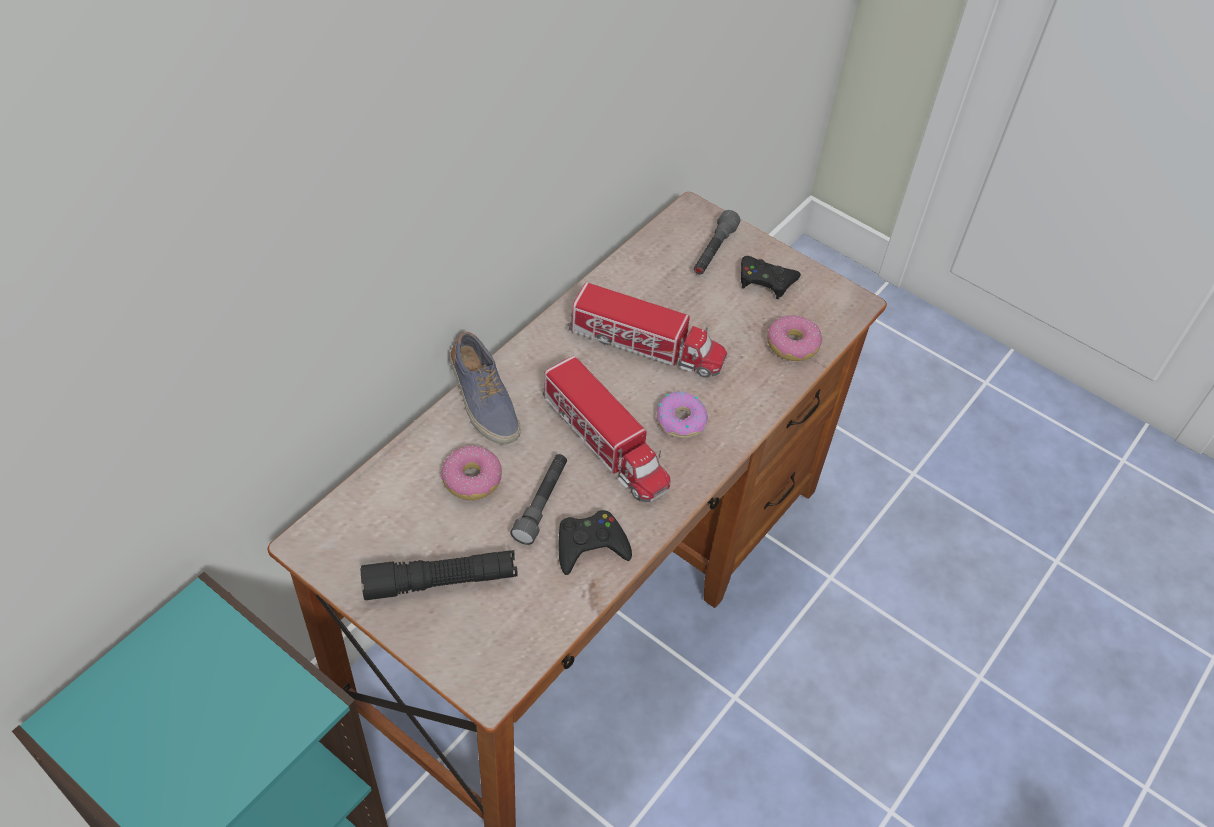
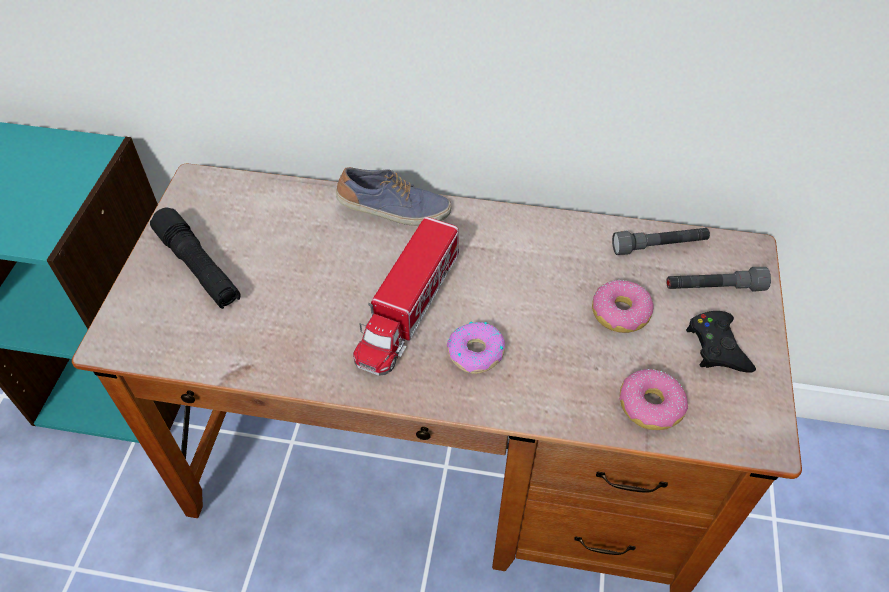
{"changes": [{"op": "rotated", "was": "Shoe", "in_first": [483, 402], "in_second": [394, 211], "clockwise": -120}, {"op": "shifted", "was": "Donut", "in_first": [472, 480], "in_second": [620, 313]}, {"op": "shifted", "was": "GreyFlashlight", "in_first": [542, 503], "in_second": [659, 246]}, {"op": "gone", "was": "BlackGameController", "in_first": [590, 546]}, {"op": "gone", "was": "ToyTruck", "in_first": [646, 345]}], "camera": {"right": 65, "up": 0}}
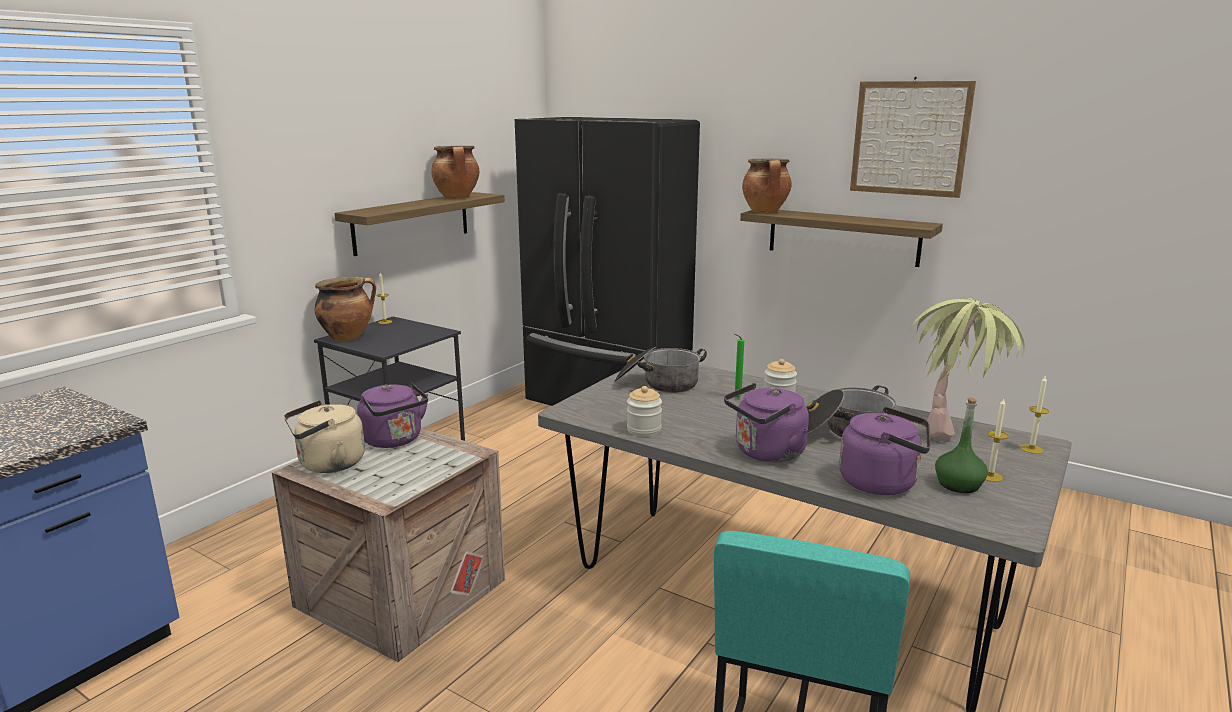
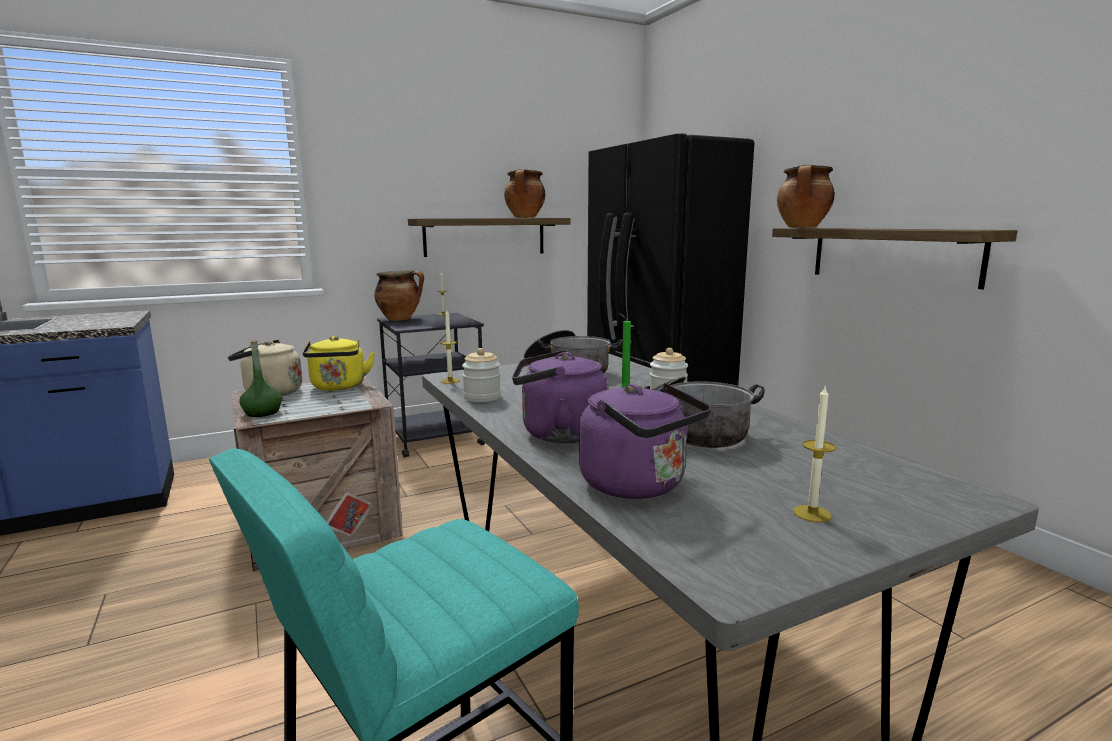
{"changes": [{"op": "shifted", "was": "GreenBottle", "in_first": [958, 485], "in_second": [262, 413]}, {"op": "repainted", "was": "PurpleKettle", "now": "YellowKettle", "in_first": [395, 440], "in_second": [338, 387]}, {"op": "shifted", "was": "Candle", "in_first": [1031, 449], "in_second": [450, 381]}, {"op": "gone", "was": "Picture", "in_first": [910, 136]}, {"op": "gone", "was": "PottedPlant", "in_first": [954, 430]}], "camera": {"right": 30, "up": -5}}
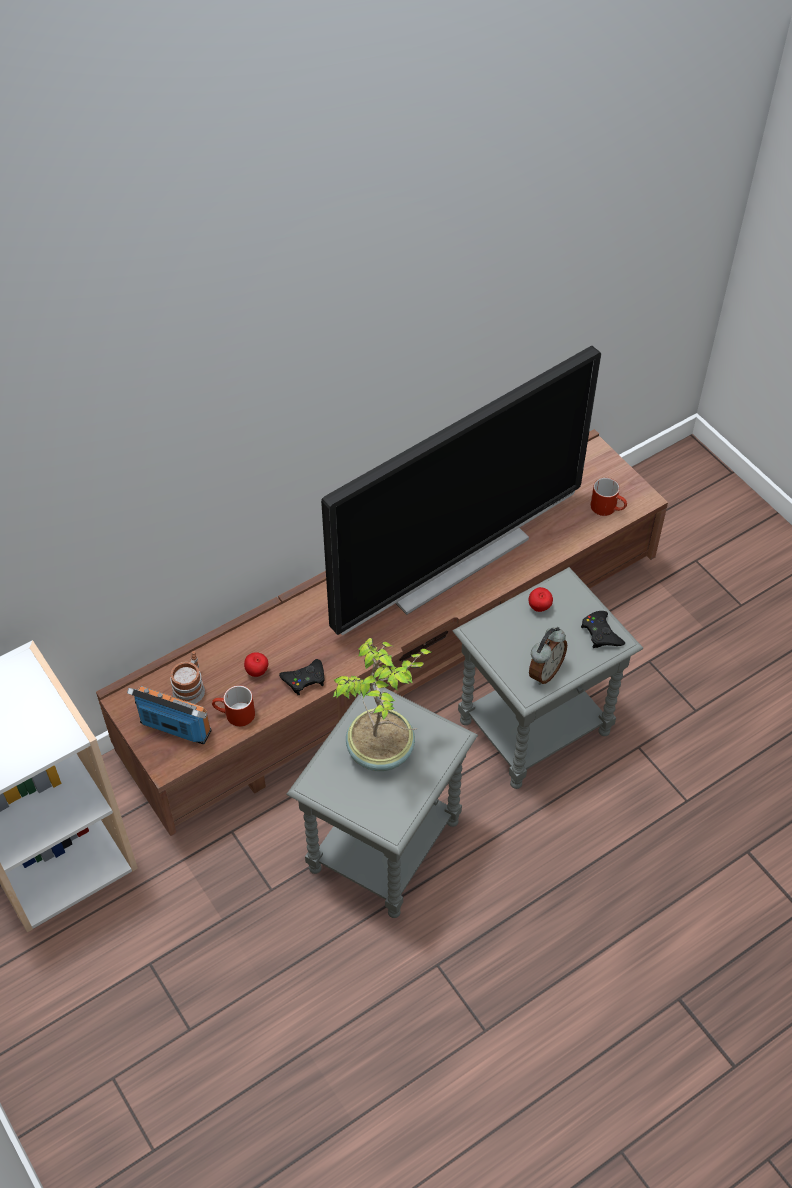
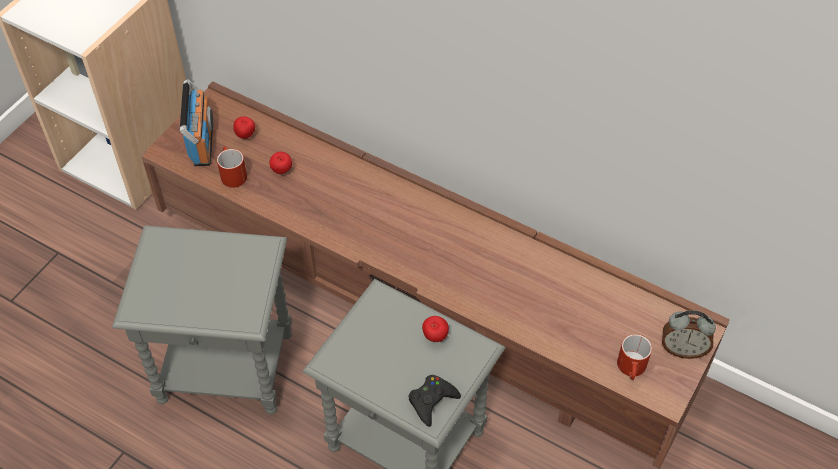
{"changes": [{"op": "swapped", "was": "Mug", "now": "Apple", "in_first": [190, 687], "in_second": [246, 135]}, {"op": "shifted", "was": "AlarmClock", "in_first": [544, 672], "in_second": [683, 349]}, {"op": "gone", "was": "BlackGameController", "in_first": [304, 679]}, {"op": "gone", "was": "Television", "in_first": [453, 561]}, {"op": "gone", "was": "PottedPlant", "in_first": [382, 751]}], "camera": {"right": 65, "up": 0}}
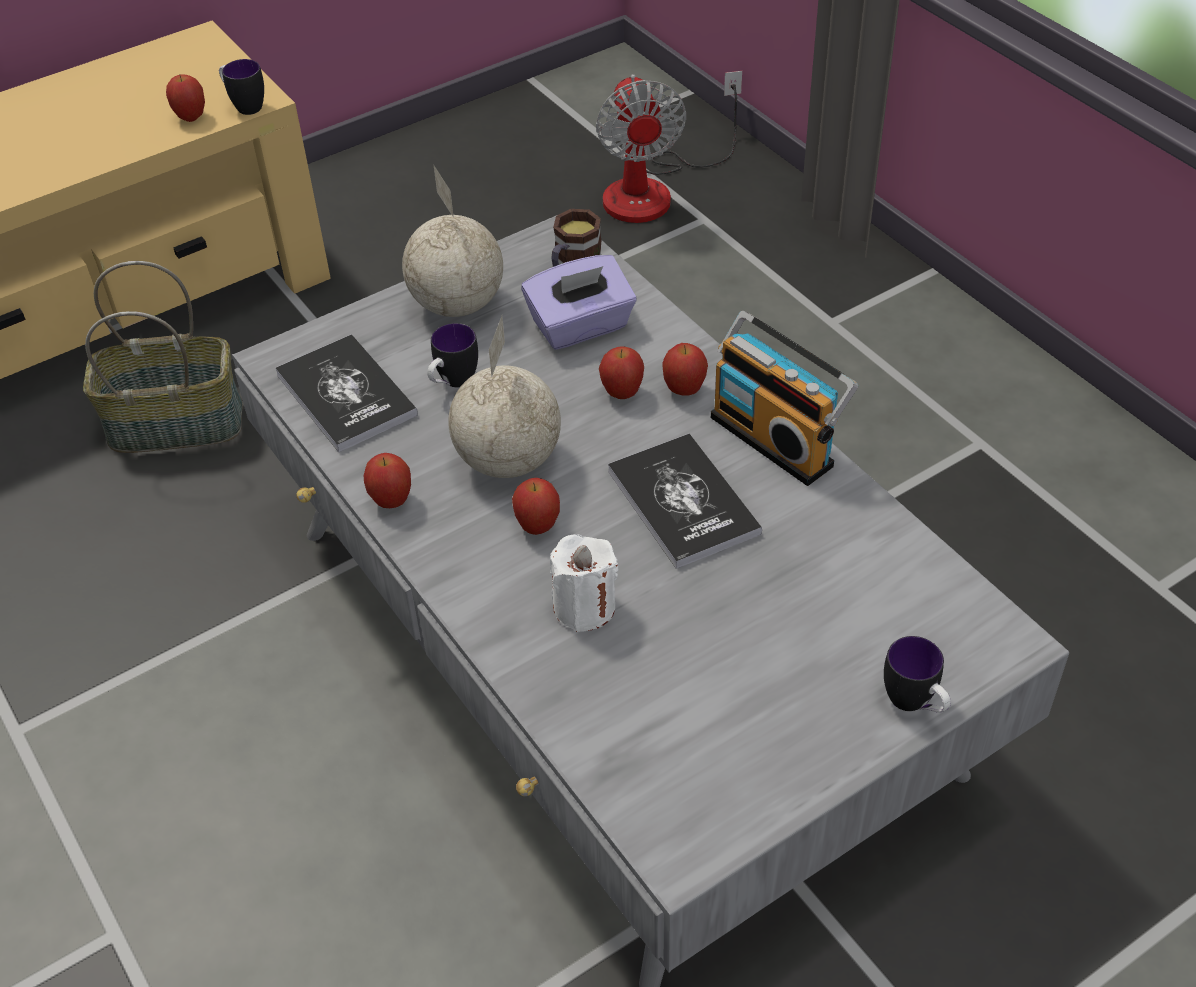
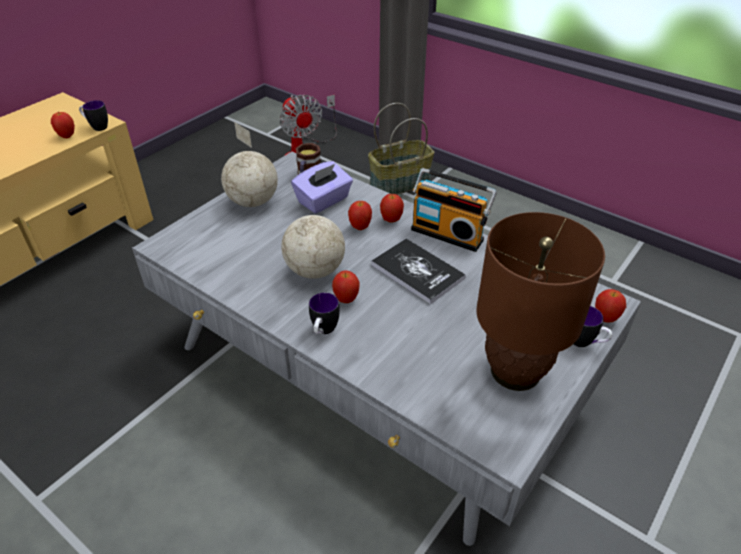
{"changes": [{"op": "shifted", "was": "Mug", "in_first": [453, 383], "in_second": [323, 331]}, {"op": "shifted", "was": "Basket", "in_first": [177, 423], "in_second": [400, 183]}, {"op": "new", "now": "BrownTableLamp", "in_second": [515, 371]}, {"op": "shifted", "was": "Apple", "in_first": [391, 501], "in_second": [605, 318]}, {"op": "gone", "was": "Book", "in_first": [346, 395]}, {"op": "gone", "was": "WhiteCandle", "in_first": [584, 607]}], "camera": {"right": -20, "up": -5}}
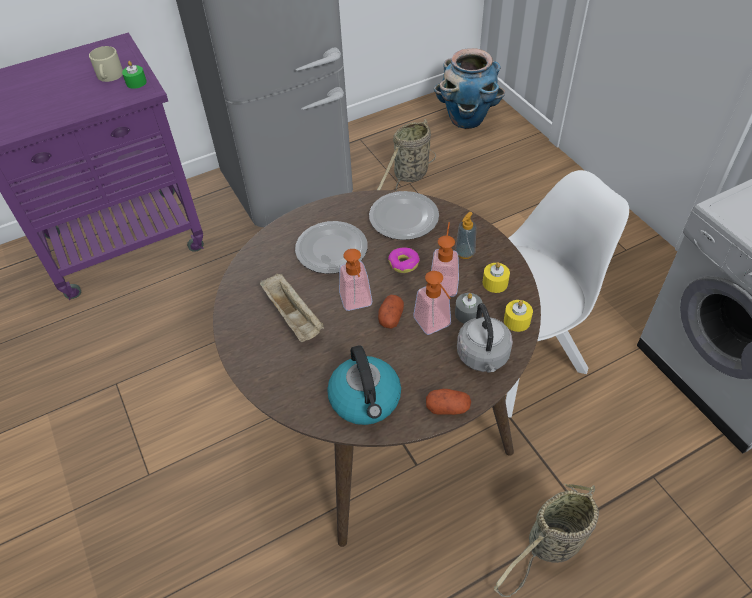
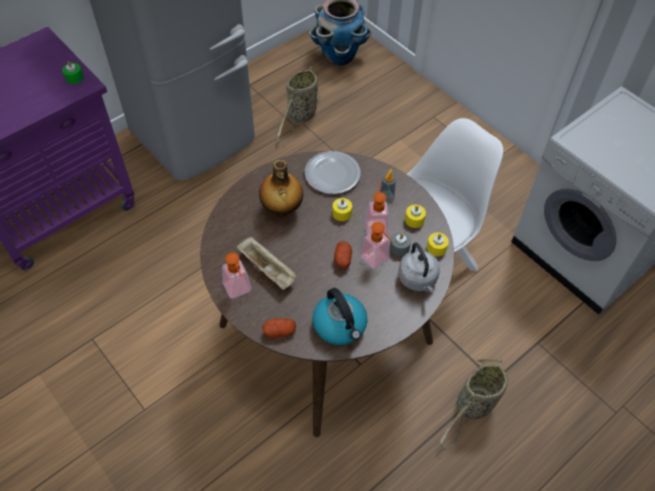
{"changes": [{"op": "shifted", "was": "SoapDispenser", "in_first": [357, 304], "in_second": [239, 291]}, {"op": "swapped", "was": "Plate", "now": "Bottle", "in_first": [330, 250], "in_second": [281, 209]}, {"op": "shifted", "was": "Potato", "in_first": [447, 407], "in_second": [279, 331]}, {"op": "swapped", "was": "Donut", "now": "YellowCandle", "in_first": [404, 263], "in_second": [342, 213]}, {"op": "gone", "was": "BeigeMug", "in_first": [109, 76]}], "camera": {"right": -15, "up": 5}}
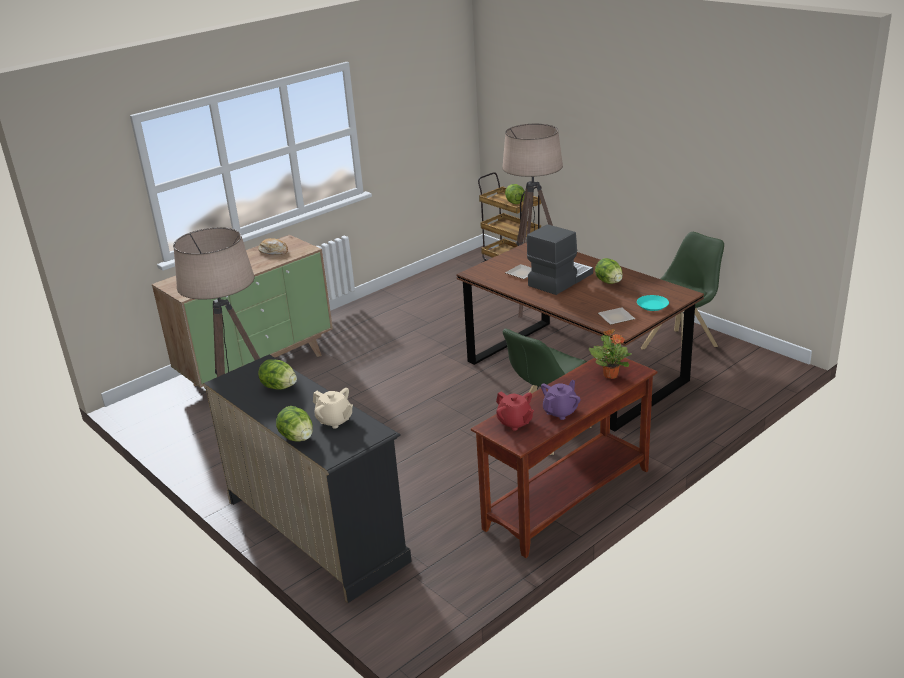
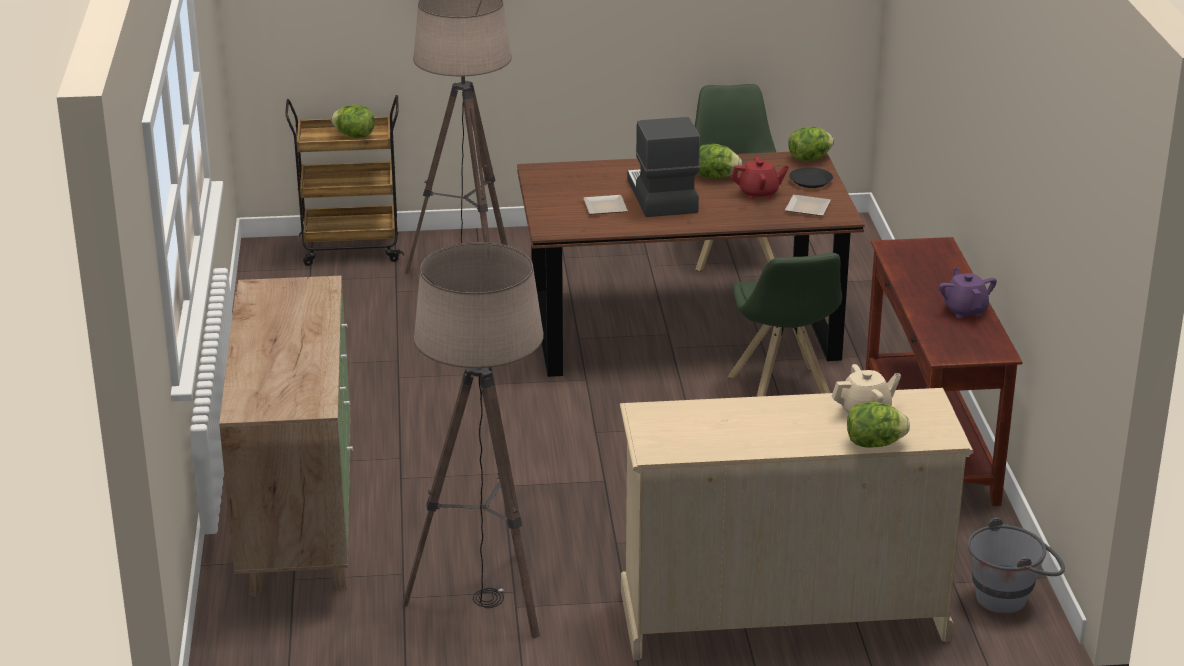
{"changes": [{"op": "repainted", "was": "BlackCabinet", "now": "BeigeCabinet", "in_first": [315, 529], "in_second": [780, 615]}, {"op": "shifted", "was": "RedTeapot", "in_first": [515, 422], "in_second": [759, 193]}, {"op": "shifted", "was": "Lettuce", "in_first": [279, 387], "in_second": [809, 159]}, {"op": "repainted", "was": "TurquoisePlate", "now": "BlackPlate", "in_first": [652, 306], "in_second": [811, 181]}, {"op": "new", "now": "GreyBucket", "in_second": [1011, 597]}, {"op": "gone", "was": "Bread", "in_first": [274, 251]}, {"op": "gone", "was": "PottedPlant", "in_first": [610, 375]}], "camera": {"right": -55, "up": 0}}
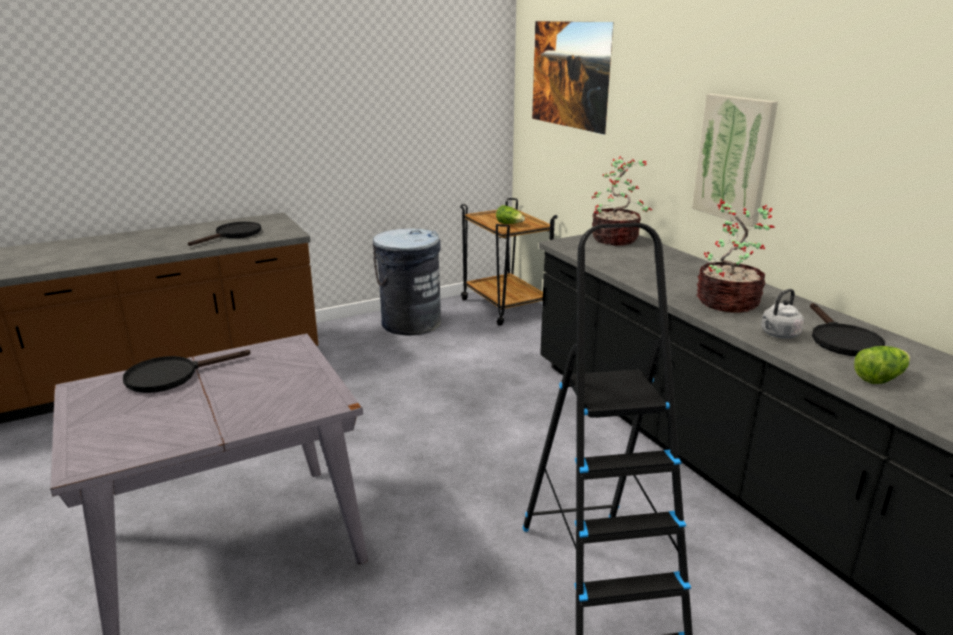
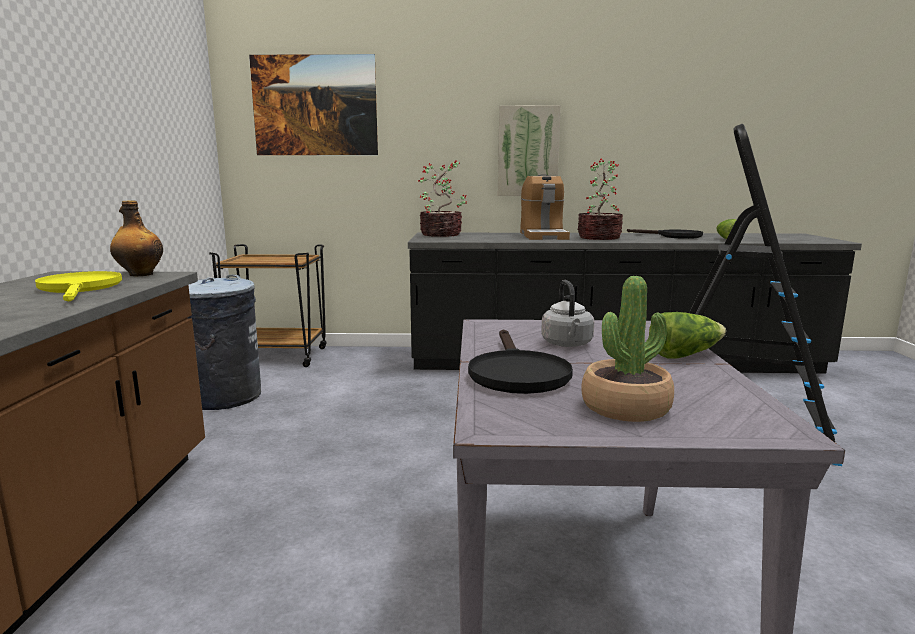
{"changes": [{"op": "repainted", "was": "BlackFryingPan", "now": "YellowFryingPan", "in_first": [233, 235], "in_second": [80, 289]}, {"op": "new", "now": "Bottle", "in_second": [140, 274]}, {"op": "new", "now": "CoffeeMachine", "in_second": [543, 236]}, {"op": "shifted", "was": "GreyKettle", "in_first": [778, 334], "in_second": [567, 344]}, {"op": "new", "now": "PottedPlant", "in_second": [625, 407]}, {"op": "shifted", "was": "Lettuce", "in_first": [510, 224], "in_second": [684, 355]}], "camera": {"right": -60, "up": -10}}
